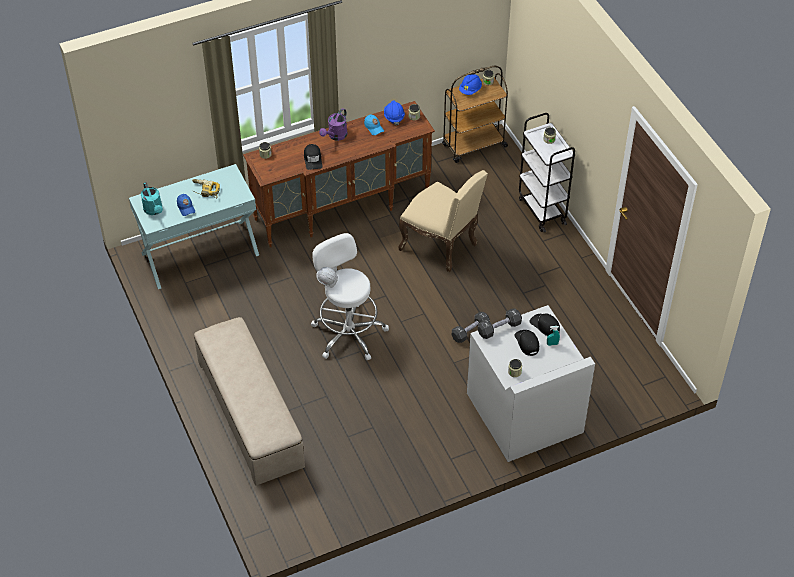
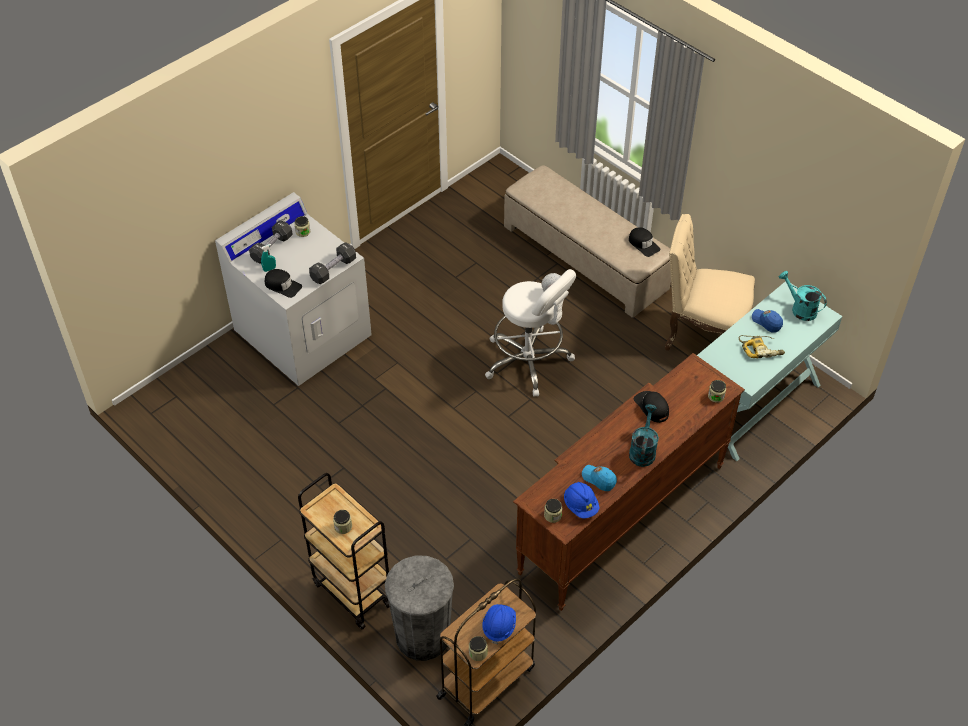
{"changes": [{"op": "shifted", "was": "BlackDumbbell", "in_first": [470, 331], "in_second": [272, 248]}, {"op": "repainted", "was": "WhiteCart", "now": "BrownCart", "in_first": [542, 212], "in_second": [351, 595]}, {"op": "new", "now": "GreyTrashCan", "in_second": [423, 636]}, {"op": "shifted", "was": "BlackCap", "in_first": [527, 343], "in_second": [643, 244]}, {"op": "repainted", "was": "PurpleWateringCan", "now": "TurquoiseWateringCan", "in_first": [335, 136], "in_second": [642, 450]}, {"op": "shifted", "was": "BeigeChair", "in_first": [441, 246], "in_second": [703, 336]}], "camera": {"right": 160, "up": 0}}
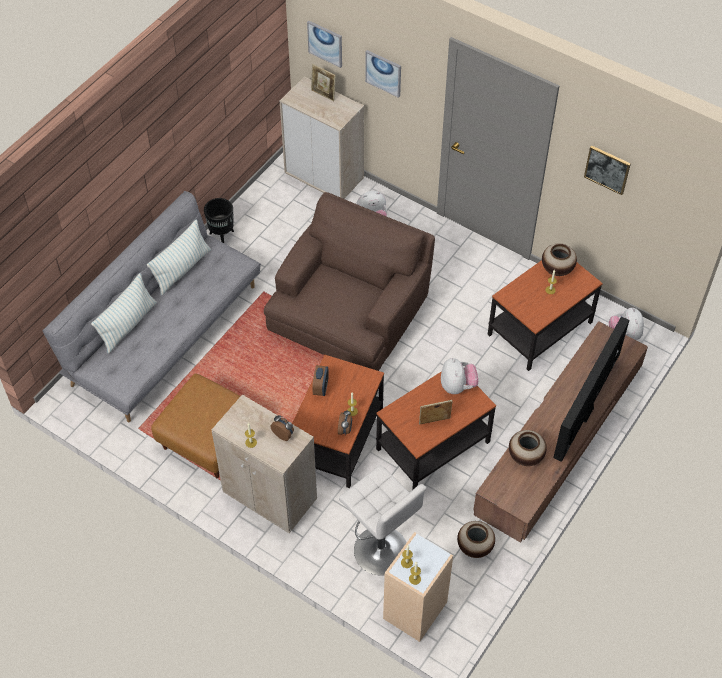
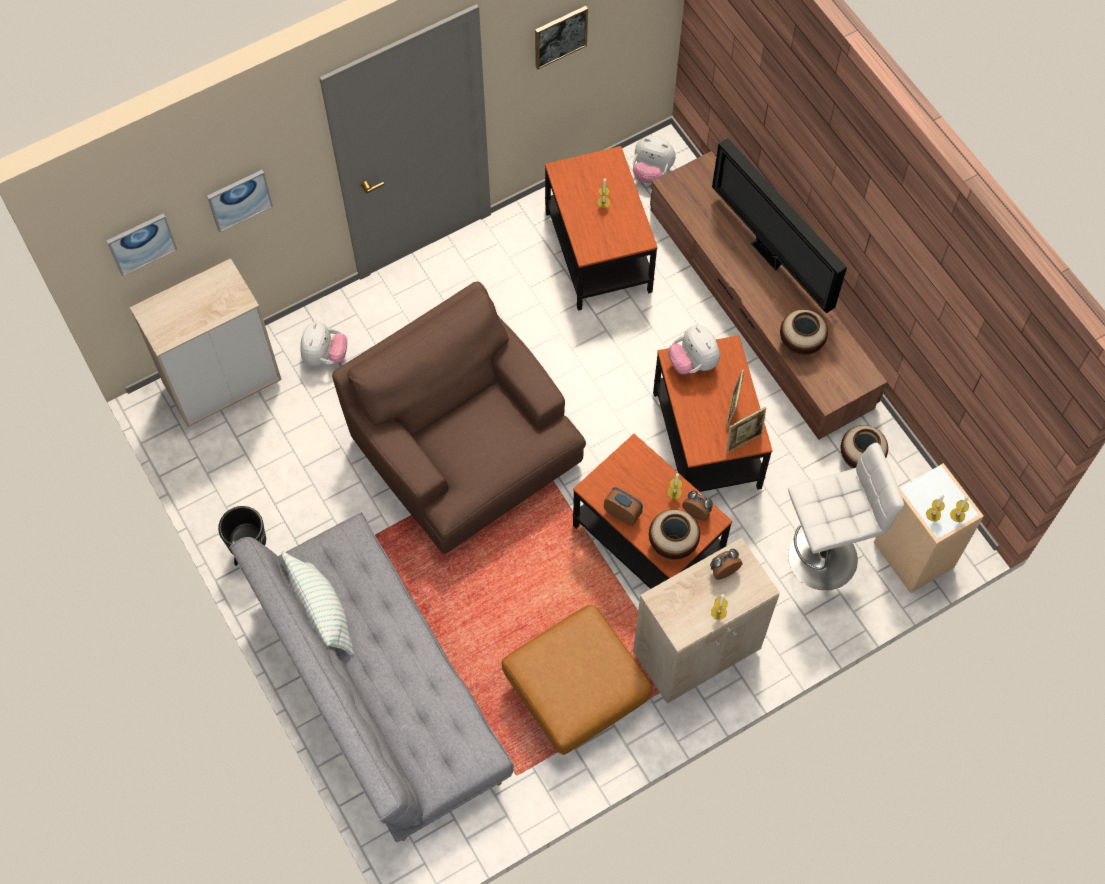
{"changes": [{"op": "shifted", "was": "Vase", "in_first": [557, 270], "in_second": [673, 543]}, {"op": "rotated", "was": "PlushToy", "in_first": [457, 386], "in_second": [693, 362], "clockwise": -135}, {"op": "shifted", "was": "PictureFrame", "in_first": [323, 95], "in_second": [743, 441]}, {"op": "gone", "was": "Pillow", "in_first": [128, 325]}], "camera": {"right": -65, "up": 10}}
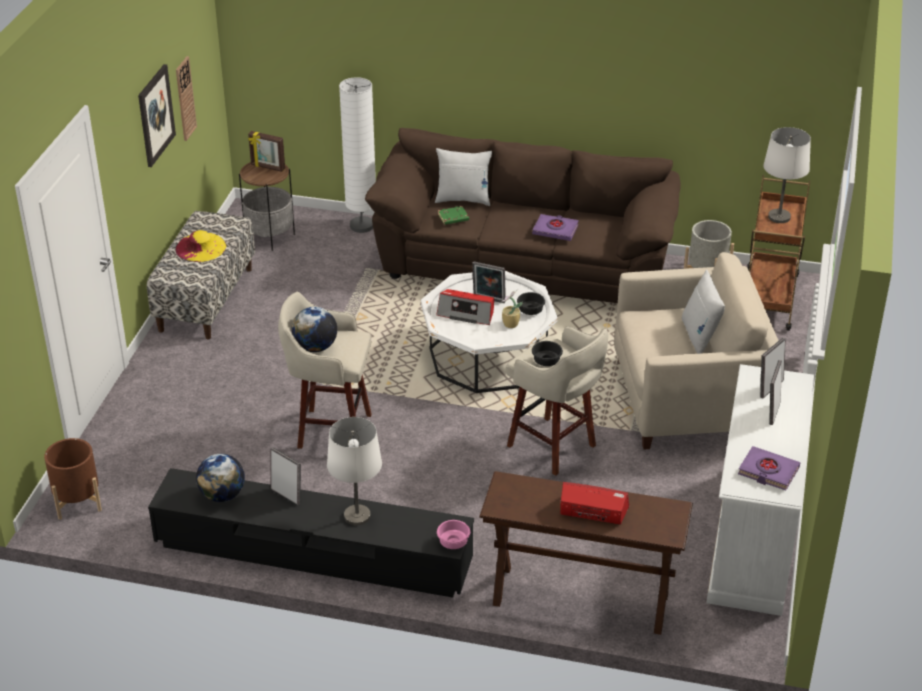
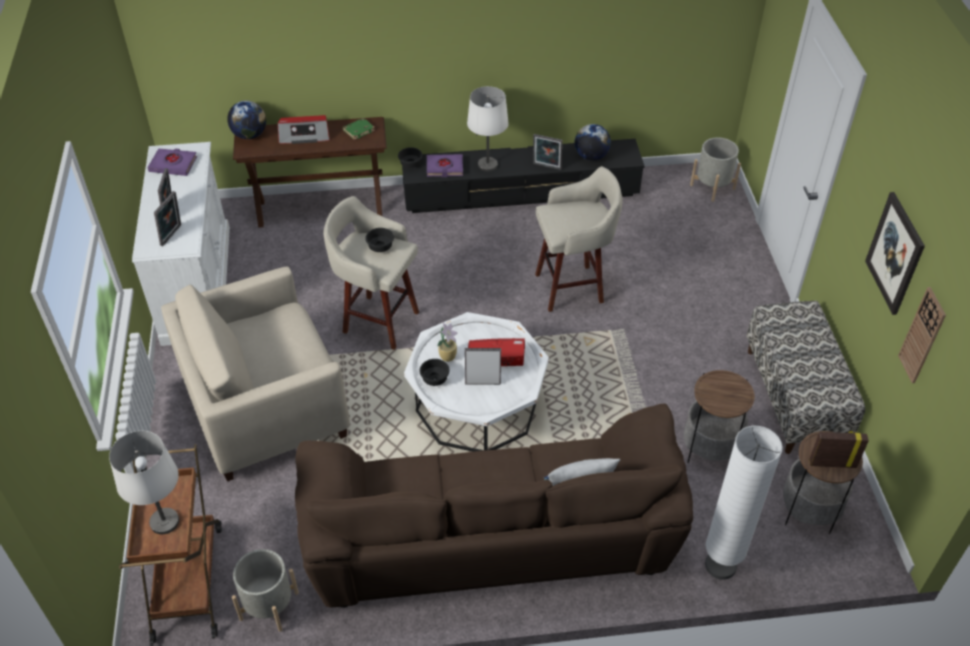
{"changes": [{"op": "shifted", "was": "Globe", "in_first": [315, 347], "in_second": [250, 135]}, {"op": "shifted", "was": "GreenBook", "in_first": [453, 218], "in_second": [359, 130]}, {"op": "repainted", "was": "PinkBowl", "now": "BlackBowl", "in_first": [453, 542], "in_second": [410, 164]}, {"op": "shifted", "was": "PurpleBook", "in_first": [555, 230], "in_second": [444, 168]}, {"op": "new", "now": "SideTable", "in_second": [709, 449]}, {"op": "repainted", "was": "BrownPlanter", "now": "GreyPlanter", "in_first": [77, 501], "in_second": [712, 187]}, {"op": "gone", "was": "YellowHat", "in_first": [200, 247]}, {"op": "gone", "was": "GreyPillow", "in_first": [699, 337]}], "camera": {"right": 160, "up": 10}}
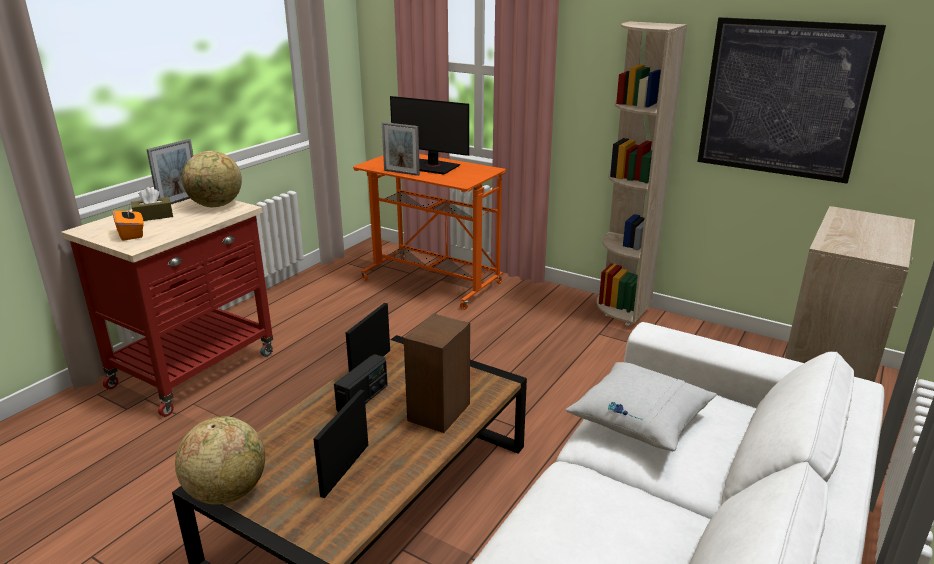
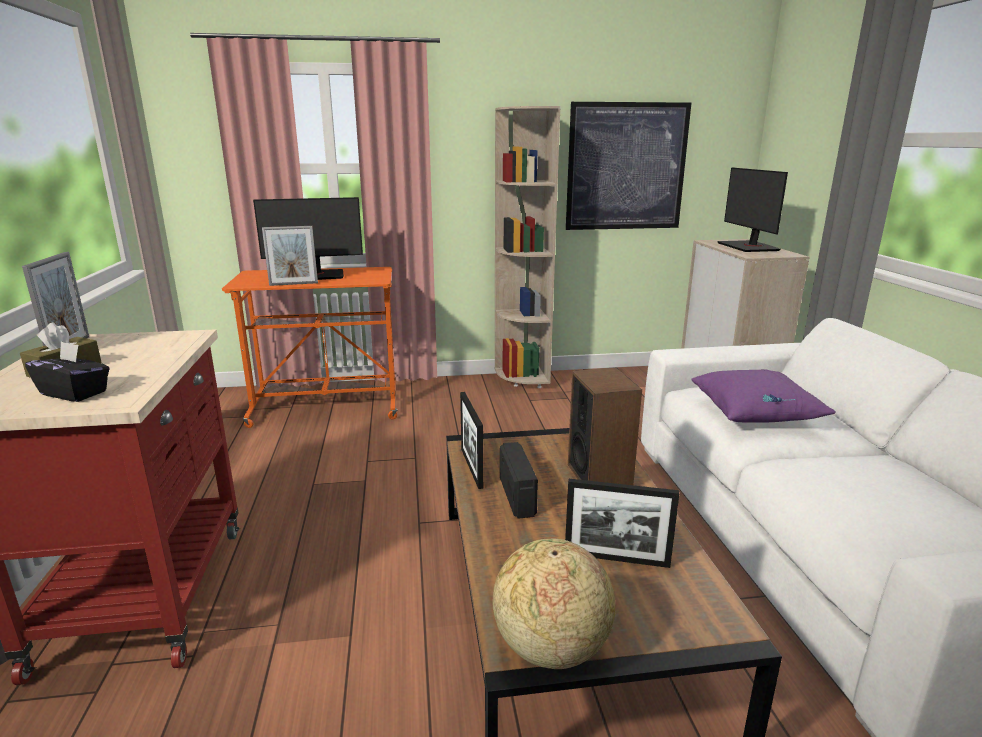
{"changes": [{"op": "repainted", "was": "OrangeTissueBox", "now": "BlackTissueBox", "in_first": [131, 234], "in_second": [75, 393]}, {"op": "rotated", "was": "PictureFrame", "in_first": [345, 469], "in_second": [616, 559], "clockwise": -60}, {"op": "repainted", "was": "GreyPillow", "now": "PurplePillow", "in_first": [639, 420], "in_second": [754, 413]}, {"op": "new", "now": "Monitor", "in_second": [748, 247]}, {"op": "gone", "was": "Globe", "in_first": [216, 206]}], "camera": {"right": -40, "up": -5}}
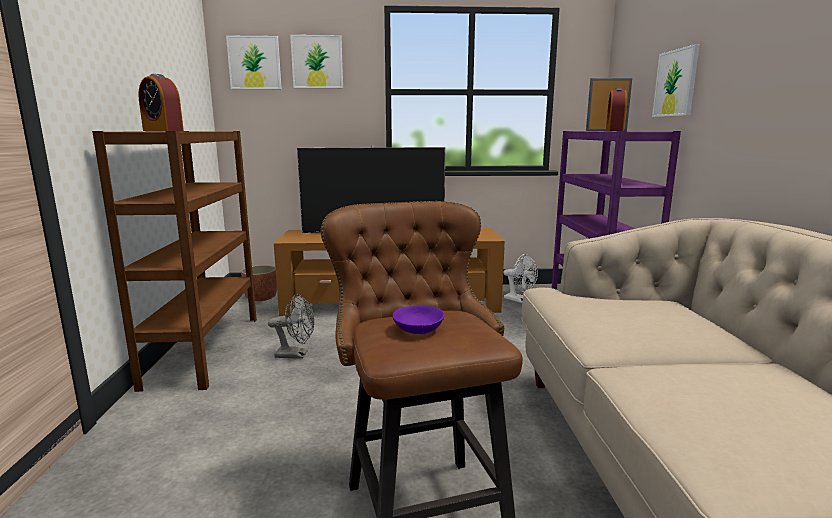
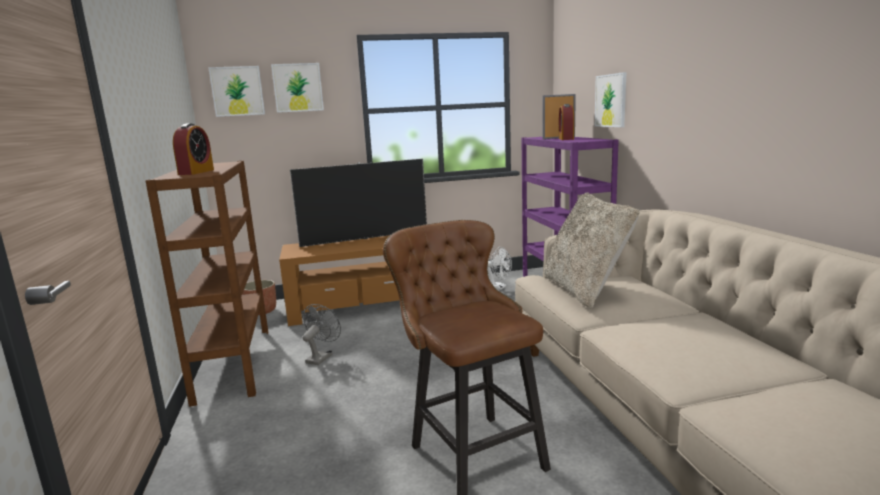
{"changes": [{"op": "rotated", "was": "AlarmClock", "in_first": [163, 131], "in_second": [196, 172], "clockwise": -105}, {"op": "rotated", "was": "GreyFan", "in_first": [296, 355], "in_second": [321, 357], "clockwise": -60}, {"op": "new", "now": "BeigePillow", "in_second": [585, 289]}, {"op": "gone", "was": "PurpleBowl", "in_first": [418, 329]}], "camera": {"right": -10, "up": 0}}
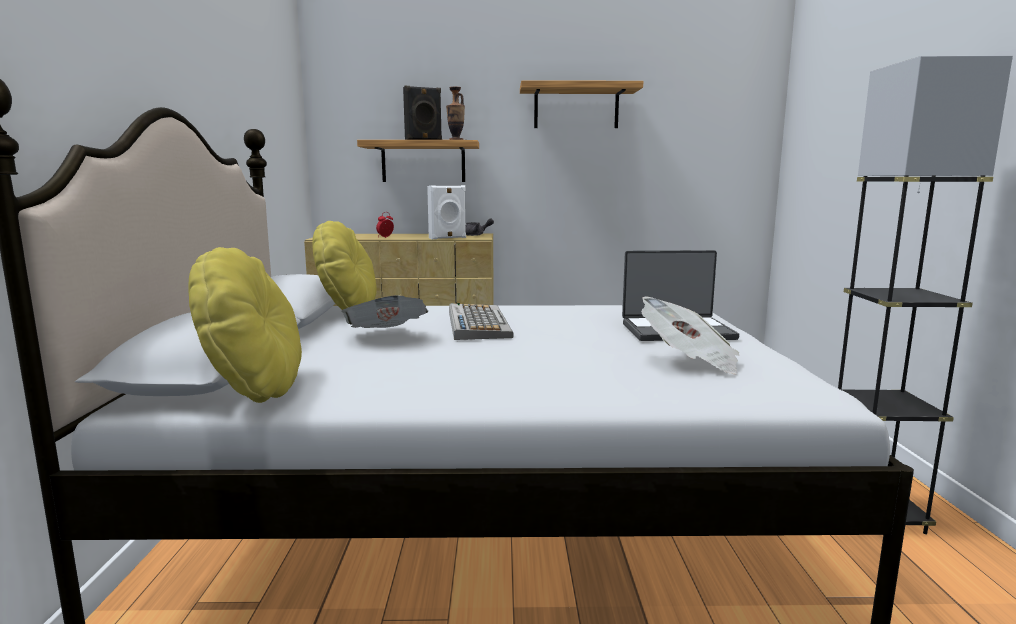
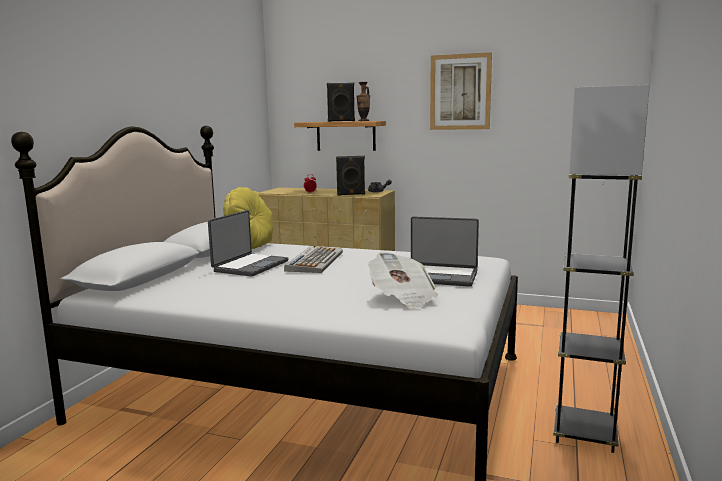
{"changes": [{"op": "swapped", "was": "Newspaper", "now": "Laptop", "in_first": [386, 337], "in_second": [250, 266]}, {"op": "repainted", "was": "WhiteSpeaker", "now": "BlackSpeaker", "in_first": [448, 238], "in_second": [351, 194]}, {"op": "swapped", "was": "Shelf", "now": "Picture", "in_first": [576, 107], "in_second": [460, 92]}, {"op": "gone", "was": "YellowPillow", "in_first": [256, 392]}], "camera": {"right": 20, "up": 0}}
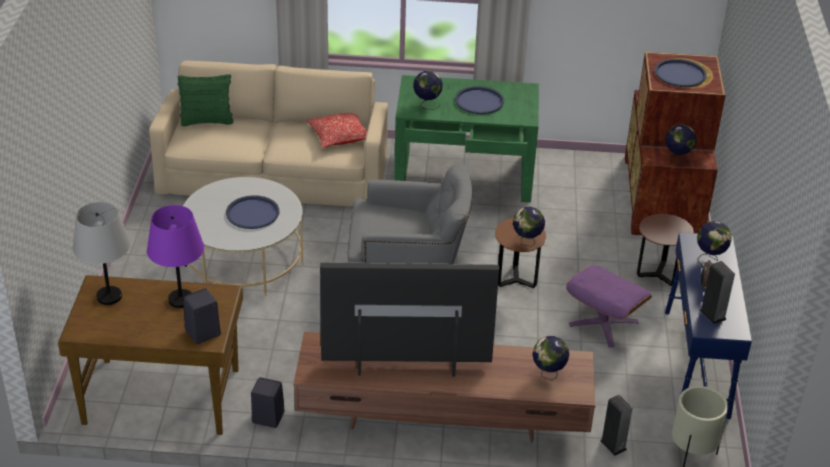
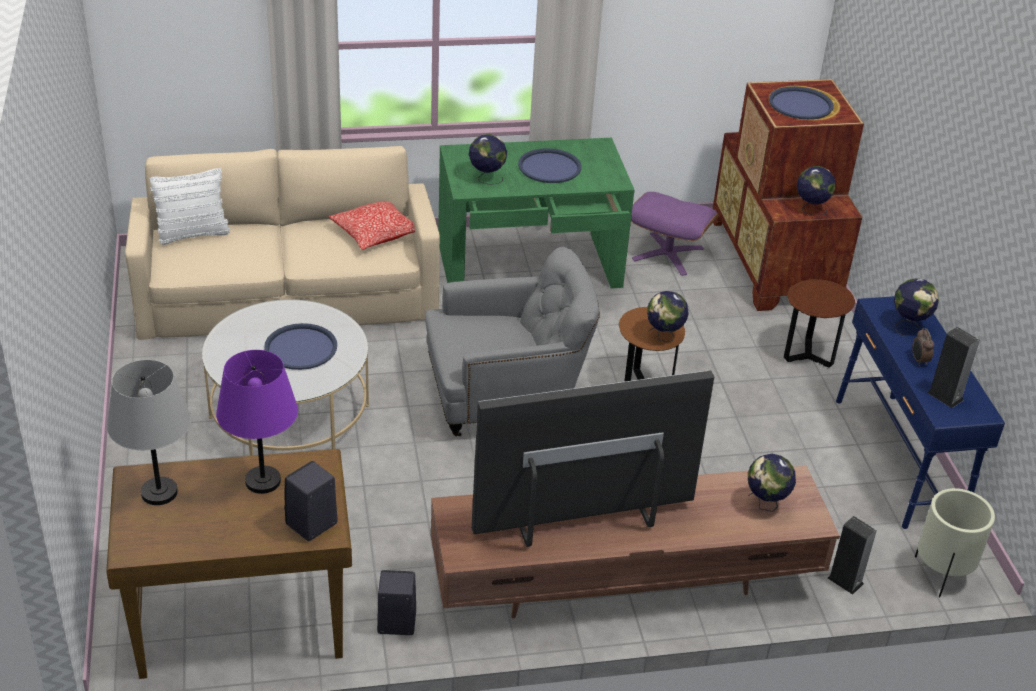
{"changes": [{"op": "repainted", "was": "GreenPillow", "now": "WhitePillow", "in_first": [207, 121], "in_second": [193, 234]}, {"op": "shifted", "was": "PurpleOttoman", "in_first": [603, 323], "in_second": [667, 254]}], "camera": {"right": -15, "up": 0}}
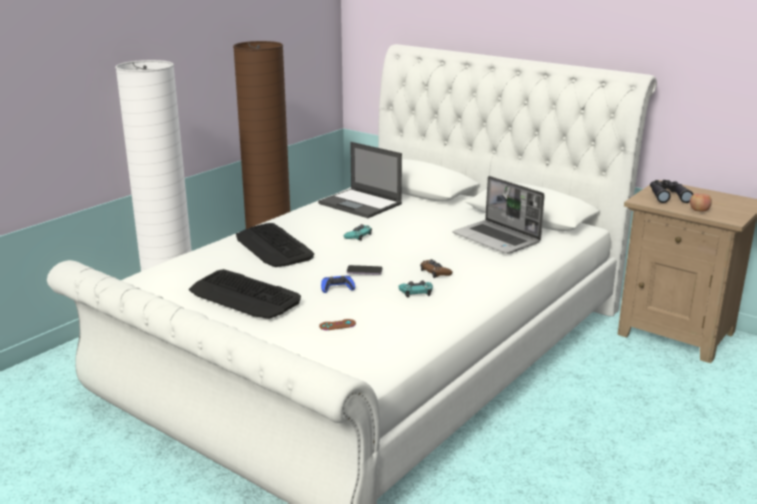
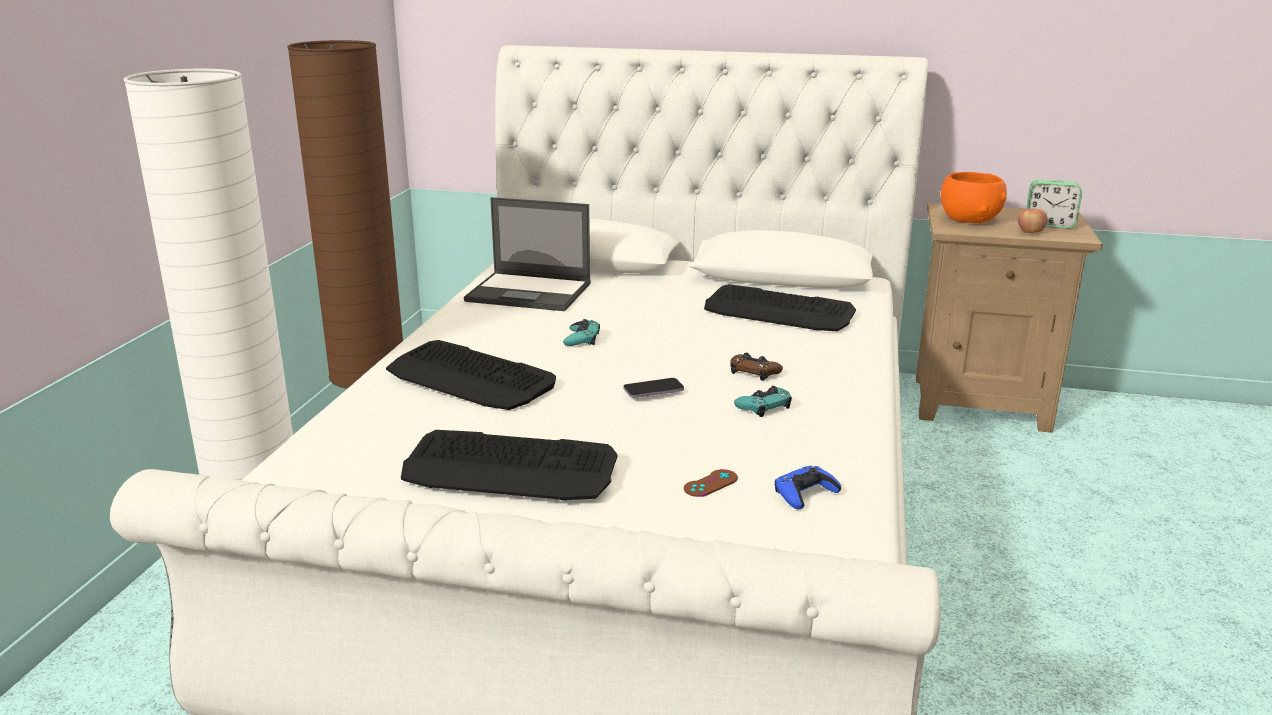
{"changes": [{"op": "swapped", "was": "Laptop", "now": "Keyboard", "in_first": [497, 239], "in_second": [779, 311]}, {"op": "shifted", "was": "BlueGameController", "in_first": [337, 288], "in_second": [805, 493]}, {"op": "swapped", "was": "BlackBinoculars", "now": "OrangeBowl", "in_first": [667, 196], "in_second": [970, 220]}, {"op": "new", "now": "AlarmClock", "in_second": [1049, 225]}], "camera": {"right": -25, "up": 0}}
